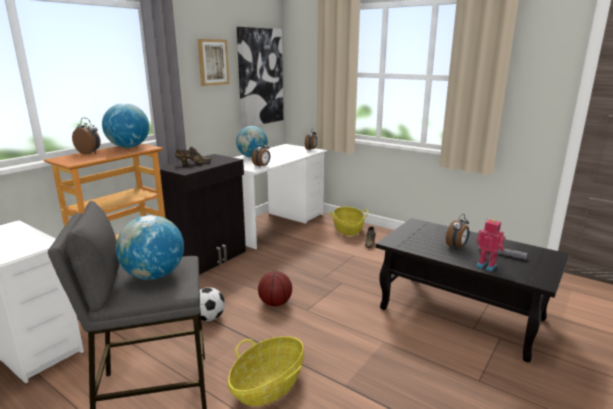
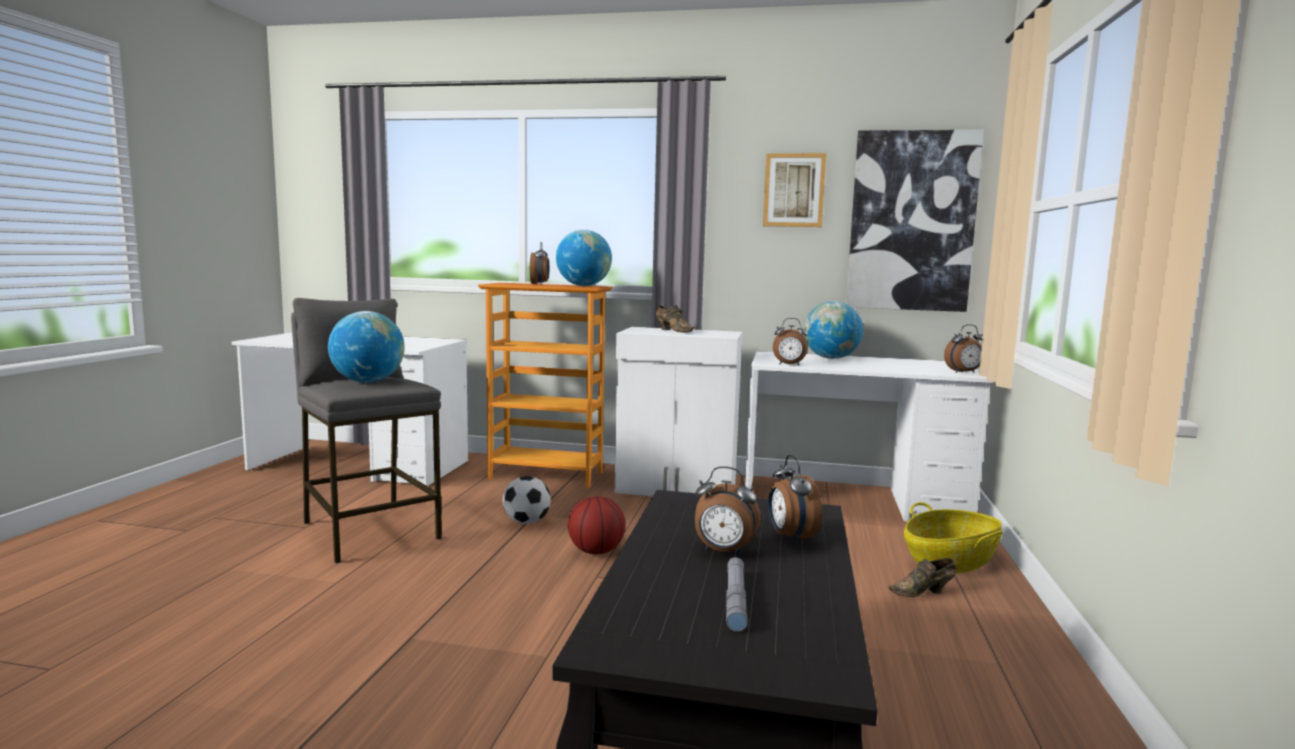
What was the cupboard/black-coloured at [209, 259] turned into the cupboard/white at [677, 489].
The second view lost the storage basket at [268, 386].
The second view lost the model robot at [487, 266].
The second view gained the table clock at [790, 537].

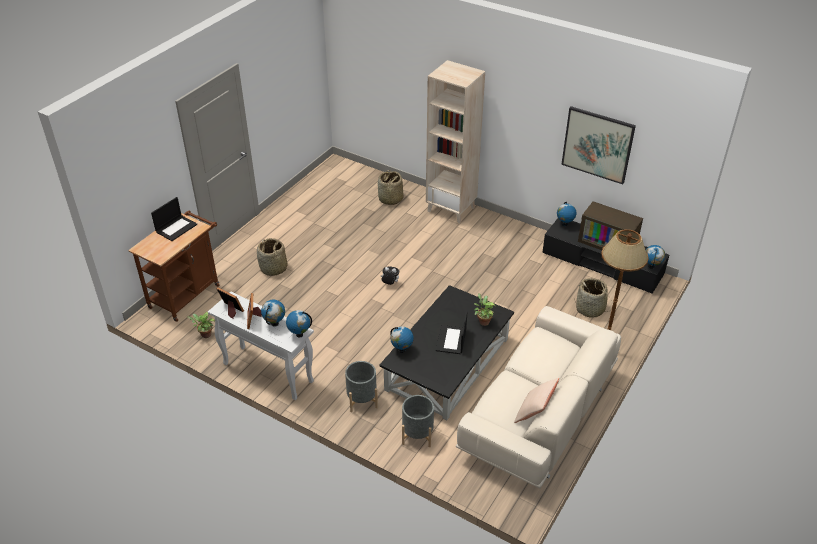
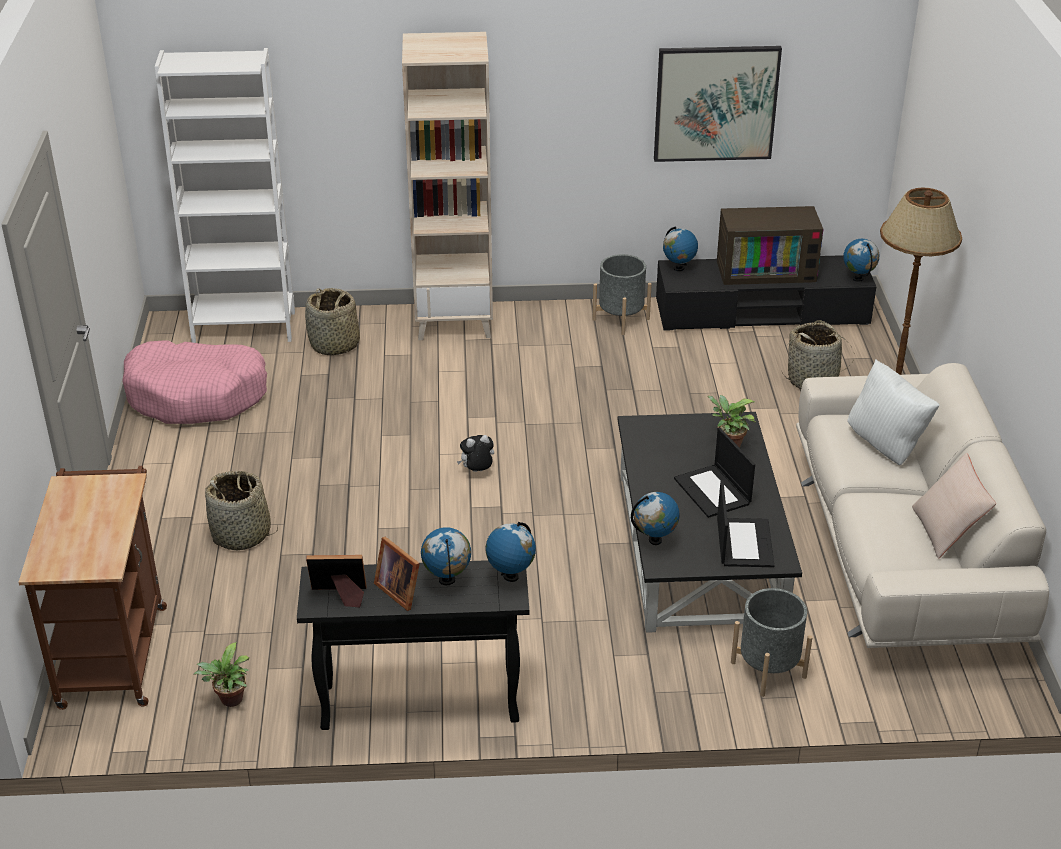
The notebook computer ended up elsewhere, having gone from [176, 228] to [743, 542].
What was the hall table/white at [267, 372] turned into the hall table/black-coloured at [418, 704].
The plant pot/gray ended up elsewhere, having gone from [362, 399] to [621, 319].
The second view gained the dog cushion/pinkish at [197, 395].
The second view gained the shelving unit/white at [244, 327].
The second view gained the throw pillow/white at [886, 446].

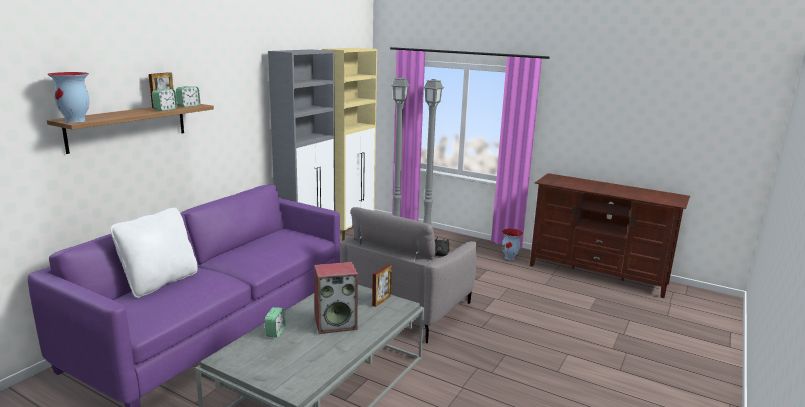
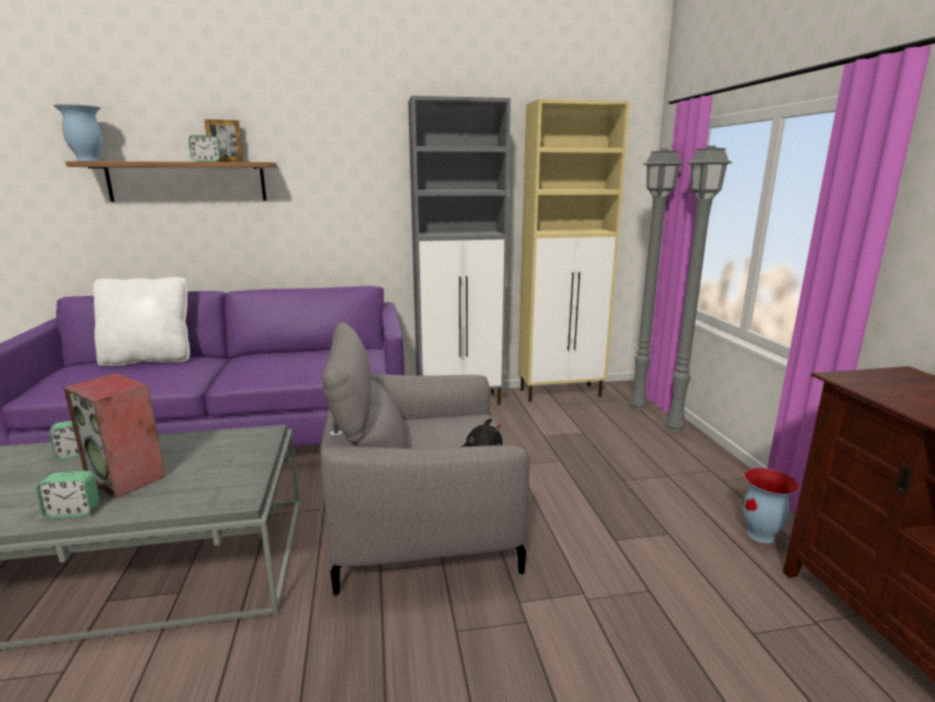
The table clock ended up elsewhere, having gone from [189, 106] to [73, 512].
The second view lost the picture frame at [381, 301].

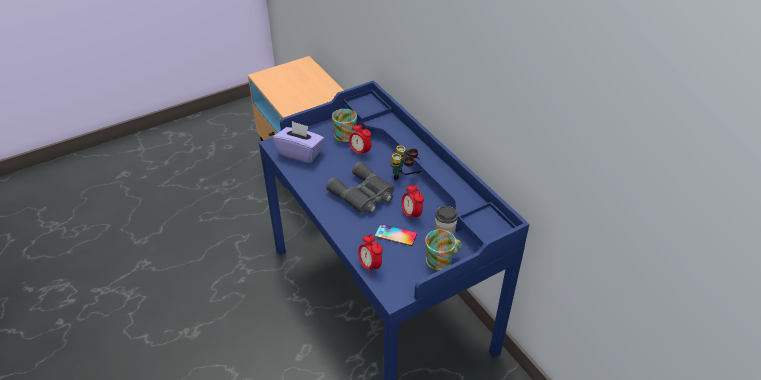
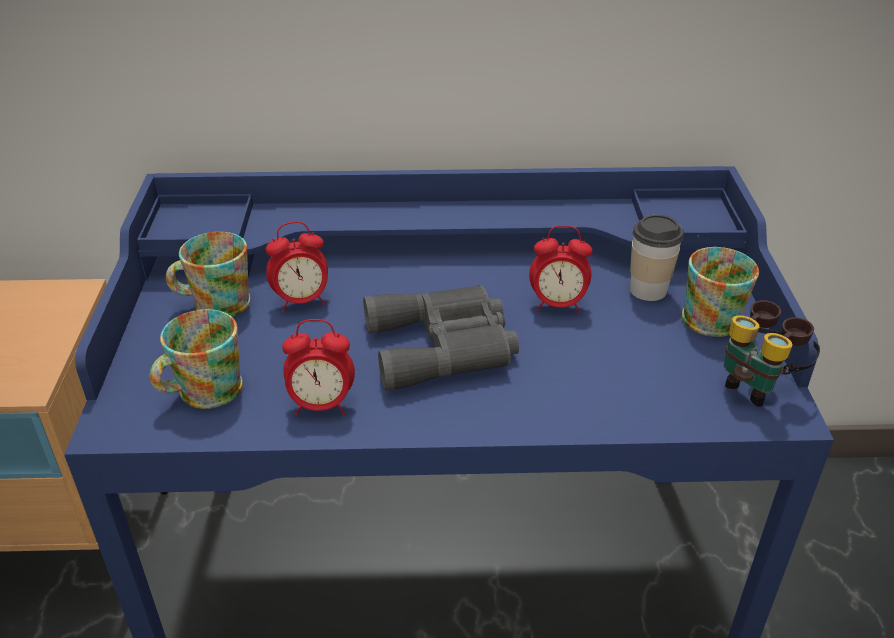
Where the tissue holder/purple stood at [300, 153], the coffee mug came to stand at [202, 392].
The table clock ended up elsewhere, having gone from [370, 266] to [321, 405].
The second view lost the handset at [395, 235].
The binoculars ended up elsewhere, having gone from [406, 177] to [757, 384].

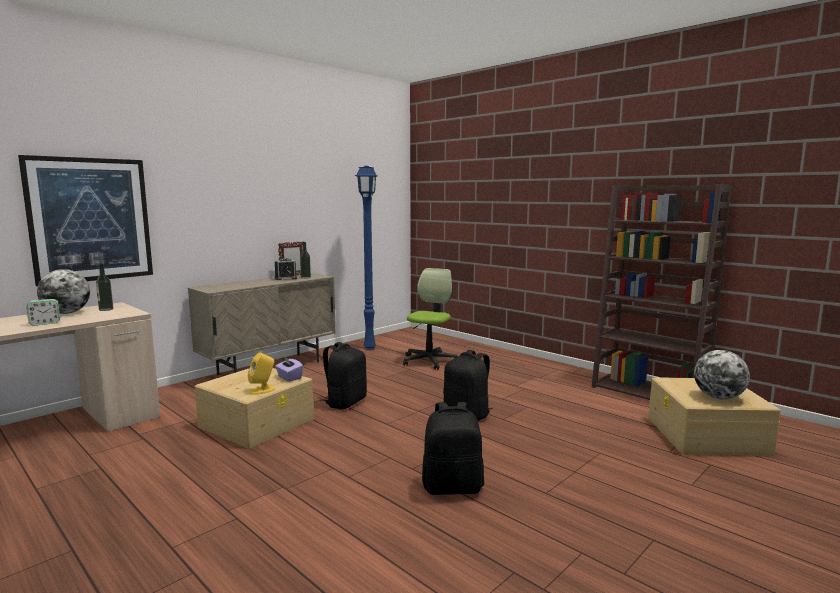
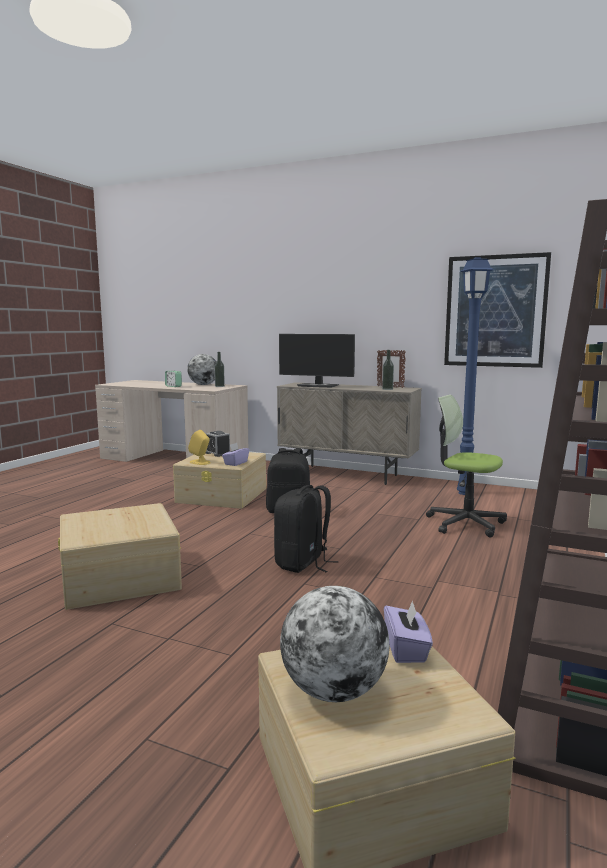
The wall art ended up elsewhere, having gone from [90, 220] to [495, 311].
The table clock ended up elsewhere, having gone from [285, 278] to [217, 453].
The computer chair at [429, 361] ended up facing another way, 150 degrees counterclockwise from before.
Where the knapsack/black-coloured stood at [453, 487], the storage bin/sand-coloured came to stand at [120, 577].
The second view gained the monitor at [318, 386].
The second view gained the tissue holder/purple at [406, 649].

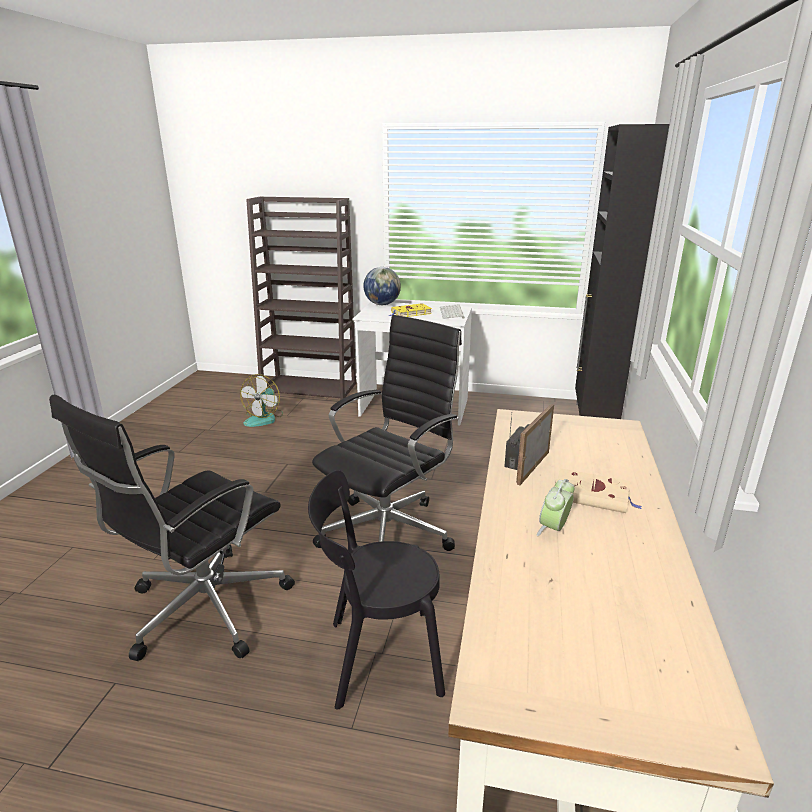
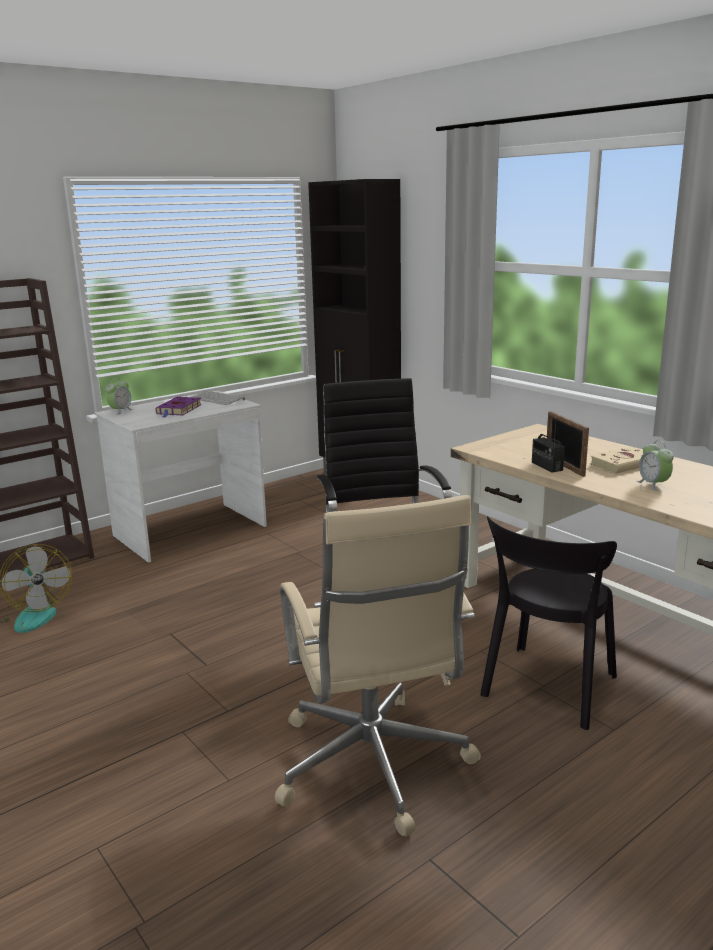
What was the computer chair/black-coloured at [203, 609] turned into the computer chair/sand-coloured at [373, 766].
Where the desk globe stood at [382, 304], the table clock came to stand at [120, 411].
What was the bound book/yellowish at [410, 313] turned into the bound book/purple at [179, 410].

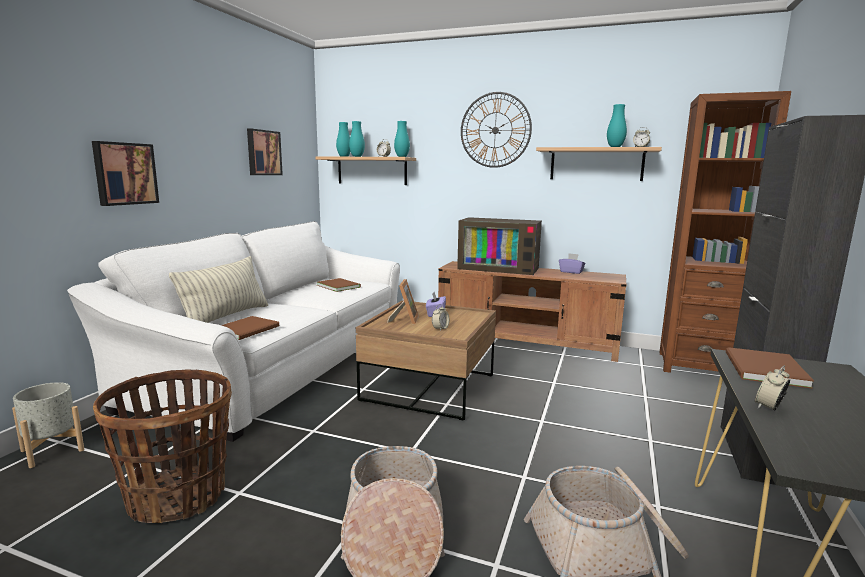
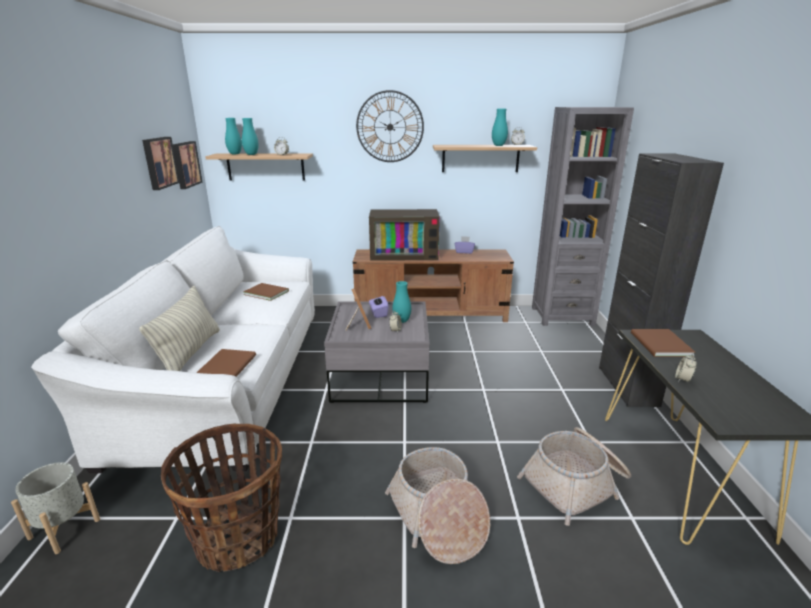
The wall art ended up elsewhere, having gone from [124, 173] to [185, 164].
What was the low table/brown at [429, 387] turned into the low table/gray at [380, 376].
The flower vase/turquoise-coloured ended up elsewhere, having gone from [402, 157] to [401, 321].
What was the shelving unit/brown at [697, 366] turned into the shelving unit/gray at [562, 316].

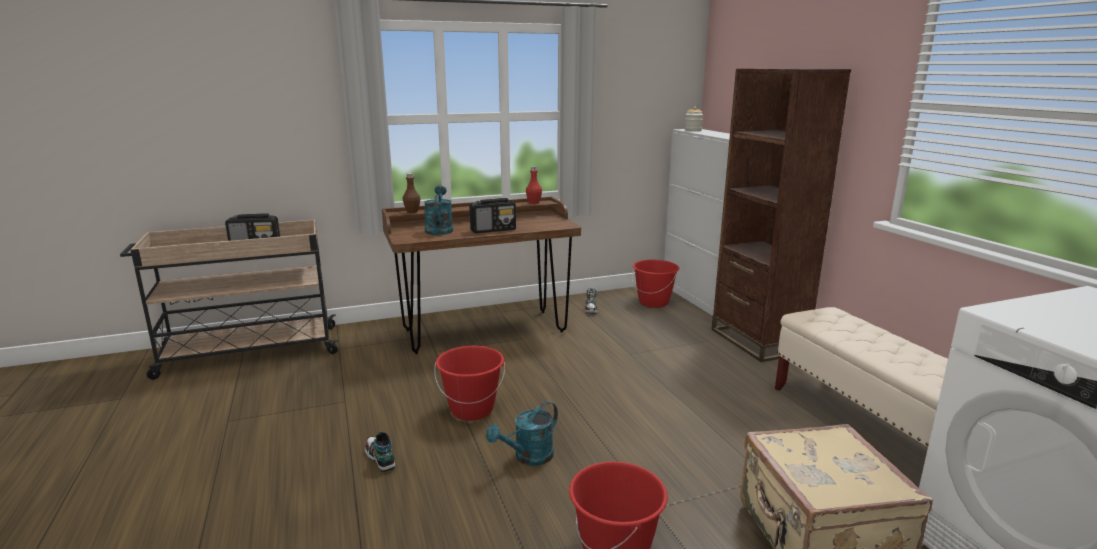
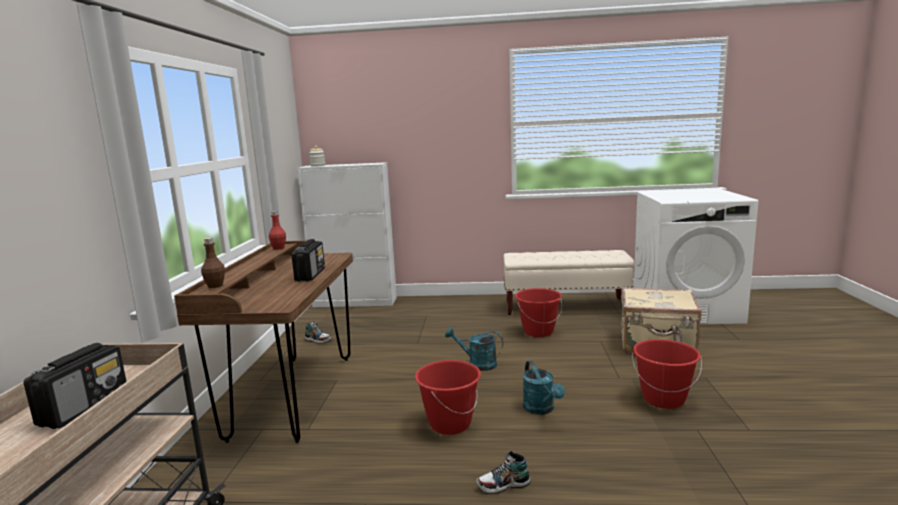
The watering pot/turquoise-coloured ended up elsewhere, having gone from [439, 229] to [477, 364].
The bucket/red-coloured ended up elsewhere, having gone from [653, 302] to [538, 331].
The second view lost the shelving unit/brown at [758, 341].

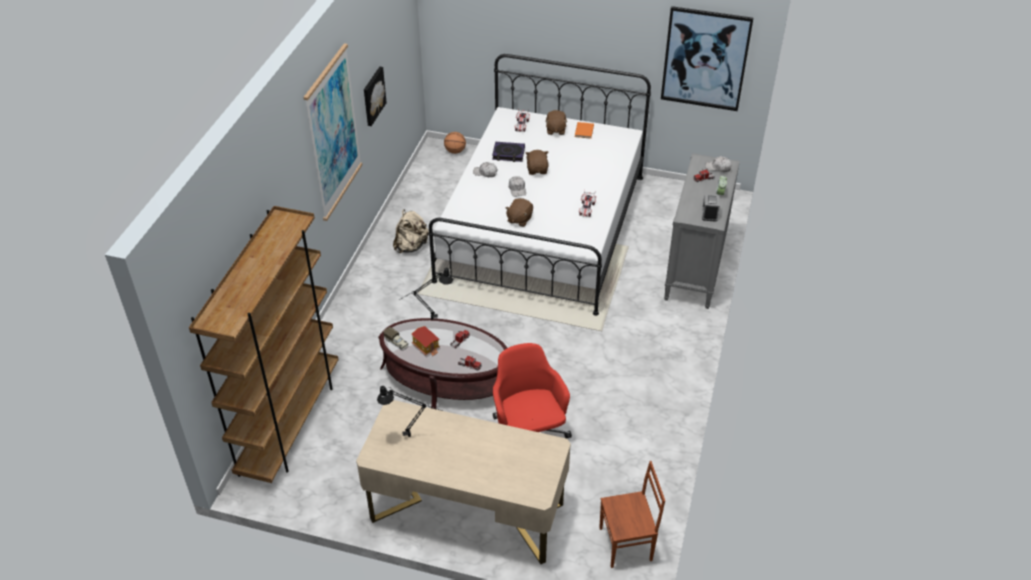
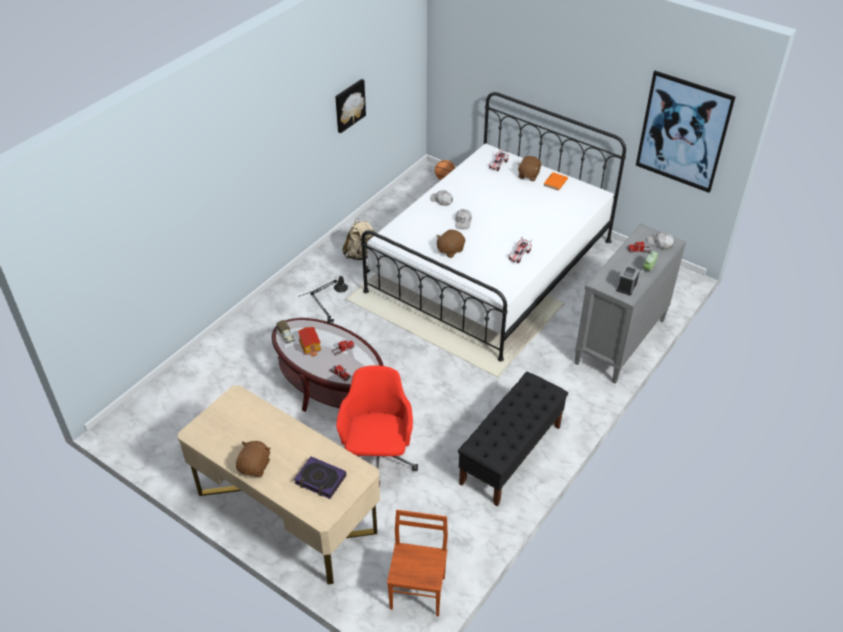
The second view lost the shelving unit/brown at [290, 424].
The second view lost the wall art at [333, 133].
The second view lost the tabletop lamp/black-coloured at [413, 436].
The bound book ended up elsewhere, having gone from [508, 154] to [320, 480].
The soft toy/brown ended up elsewhere, having gone from [537, 170] to [255, 466].
The upright chair/brown at [626, 544] ended up facing another way, 90 degrees counterclockwise from before.
The second view gained the long seat/black-coloured at [510, 455].

